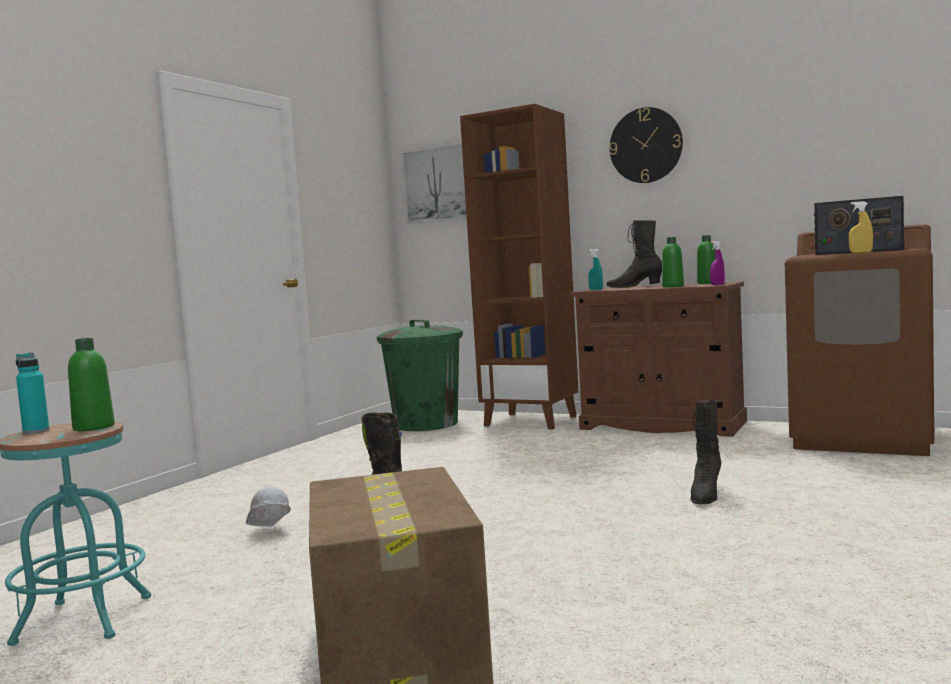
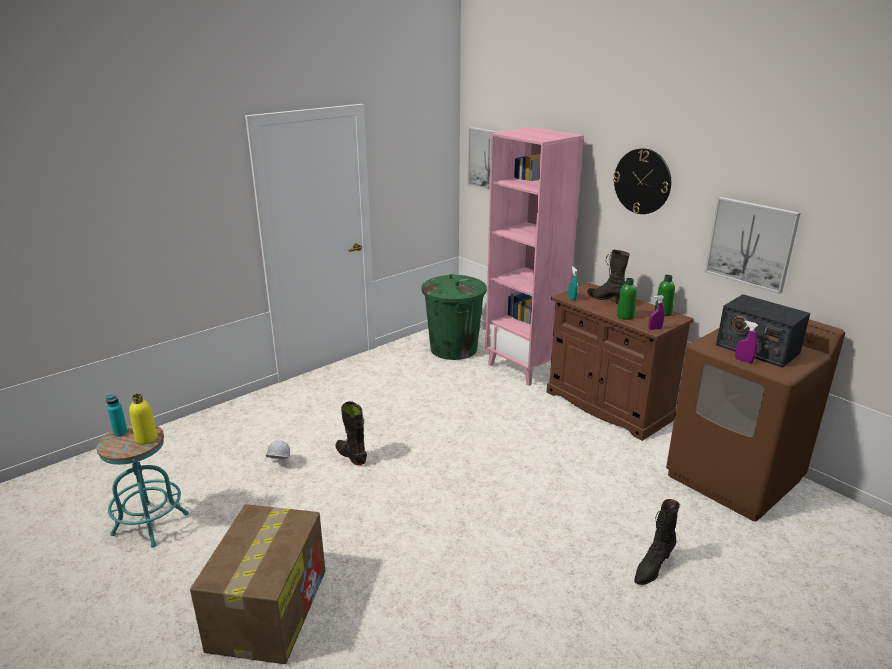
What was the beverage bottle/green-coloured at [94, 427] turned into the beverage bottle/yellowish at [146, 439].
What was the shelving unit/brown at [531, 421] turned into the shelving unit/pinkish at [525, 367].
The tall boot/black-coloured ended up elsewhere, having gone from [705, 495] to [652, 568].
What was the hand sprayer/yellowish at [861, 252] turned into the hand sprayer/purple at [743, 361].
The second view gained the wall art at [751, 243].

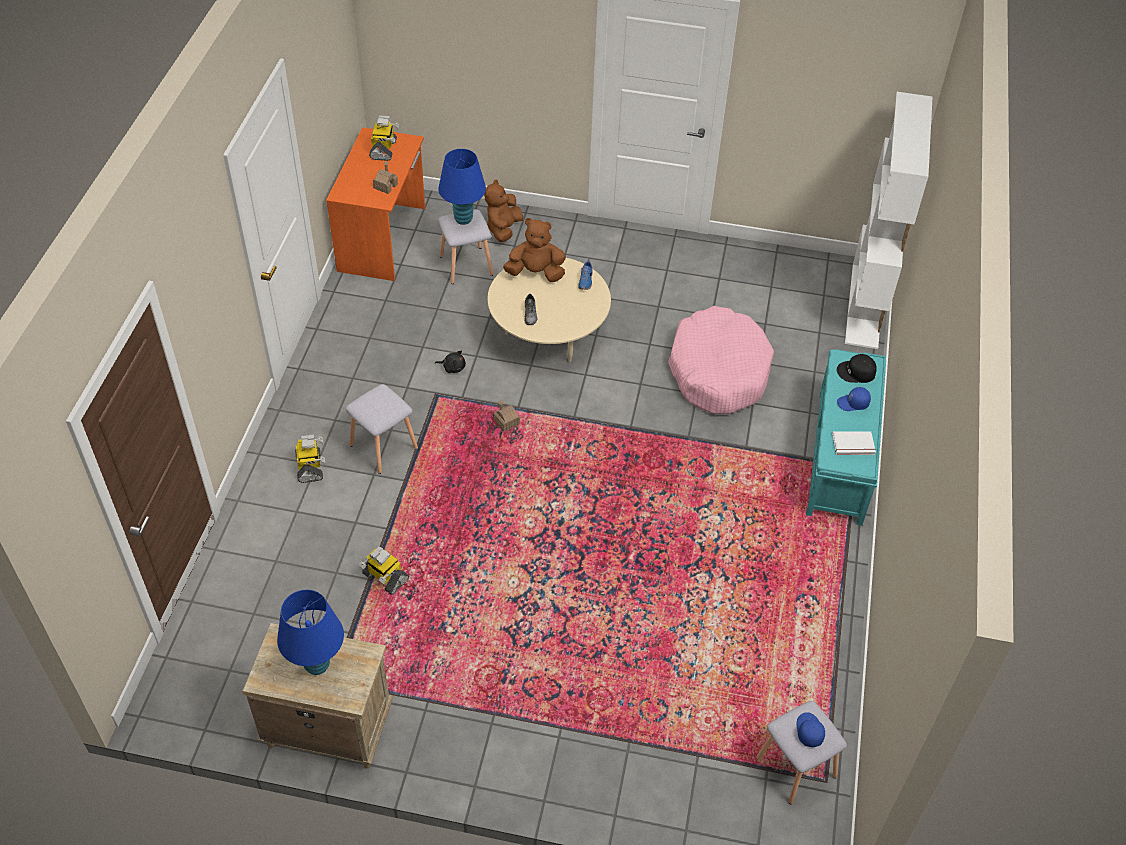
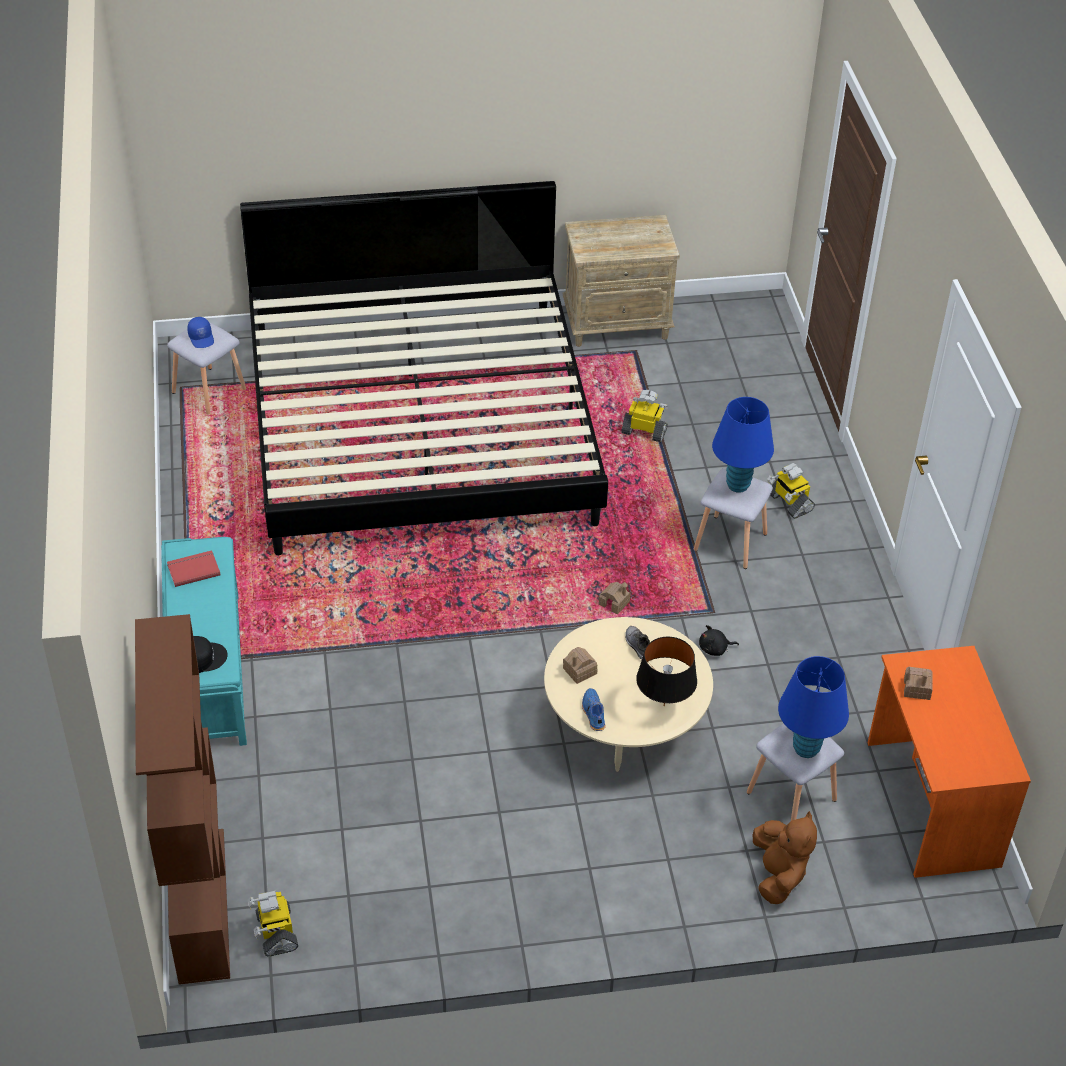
The tabletop lamp/bluish ended up elsewhere, having gone from [317, 665] to [738, 485].
The model robot ended up elsewhere, having gone from [384, 150] to [275, 932].
Where the soft toy/brown stood at [536, 273], the tabletop lamp/black-coloured came to stand at [663, 705].
The second view lost the dog cushion/pinkish at [718, 371].
What was the bound book/white at [853, 445] turned into the bound book/red-coloured at [193, 569].
The second view lost the baseball cap/bluish at [853, 403].
What was the shelving unit/white at [865, 306] turned into the shelving unit/brown at [200, 904].
The second view gained the bedroom bed at [420, 424].
The second view gained the miniature house at [579, 671].

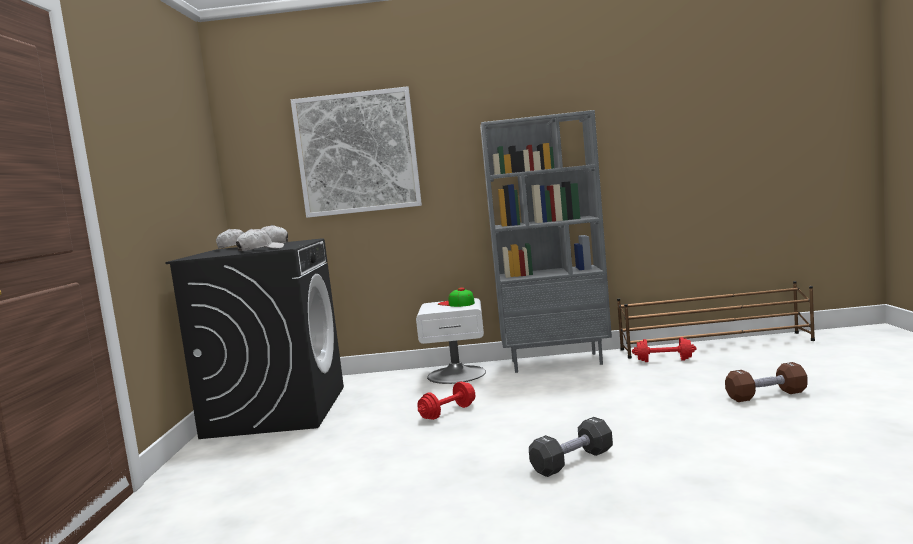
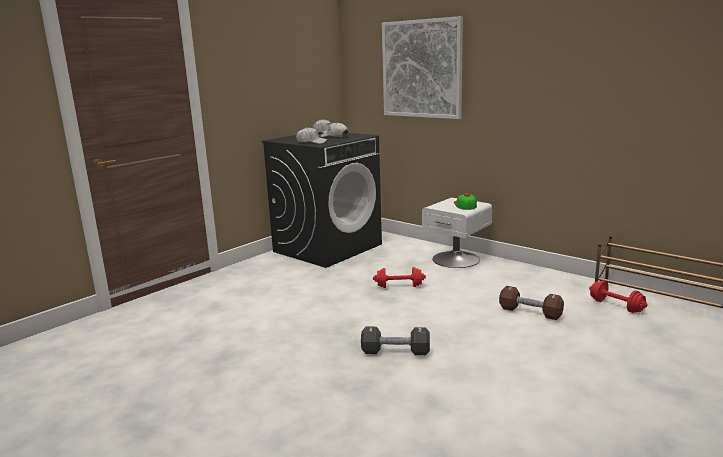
The second view lost the shelving unit/gray at [557, 362].
The hand weight/brown ended up elsewhere, having gone from [766, 395] to [530, 312].

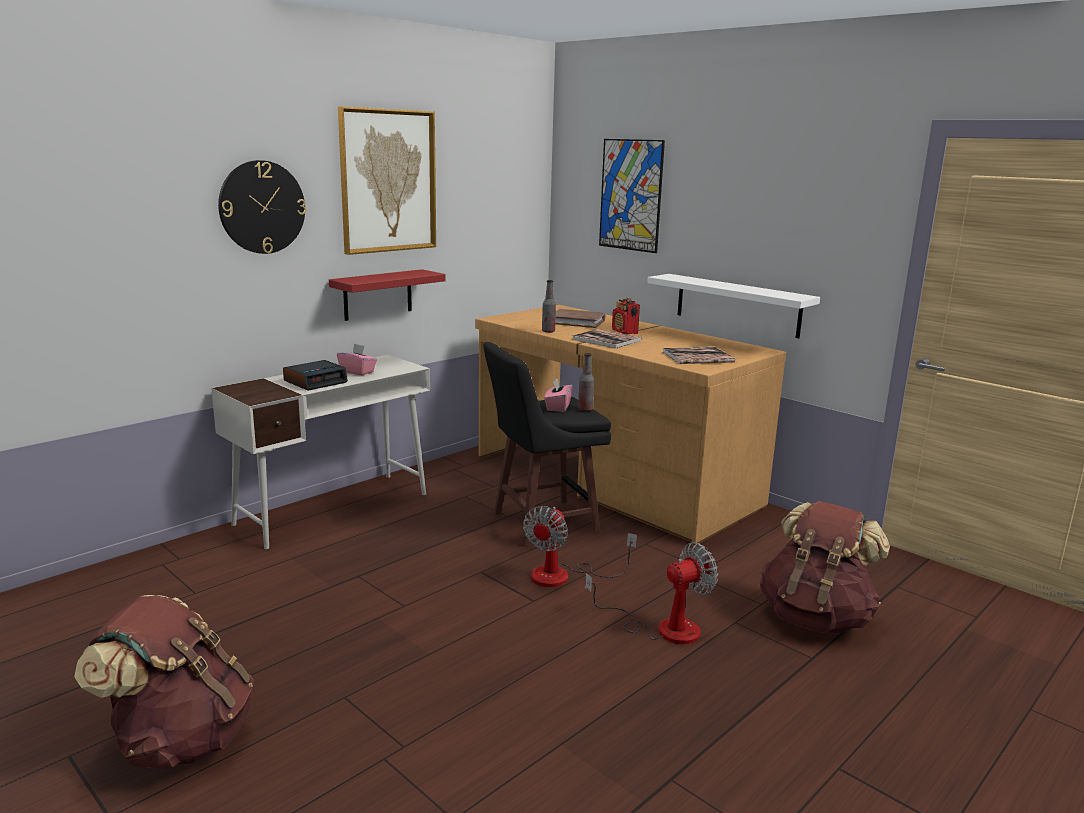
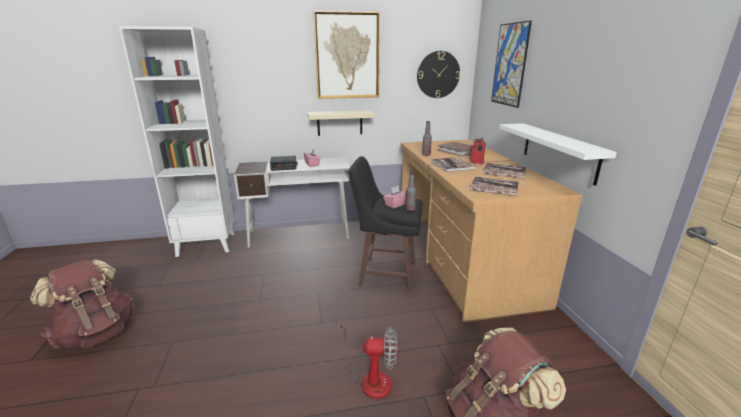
The wall clock ended up elsewhere, having gone from [262, 207] to [438, 74].
What was the shelf/red-coloured at [378, 294] turned into the shelf/sand-coloured at [339, 123].
The second view lost the cooling fan at [563, 576].
The second view gained the shelving unit/white at [207, 244].
The second view gained the bound book at [504, 171].

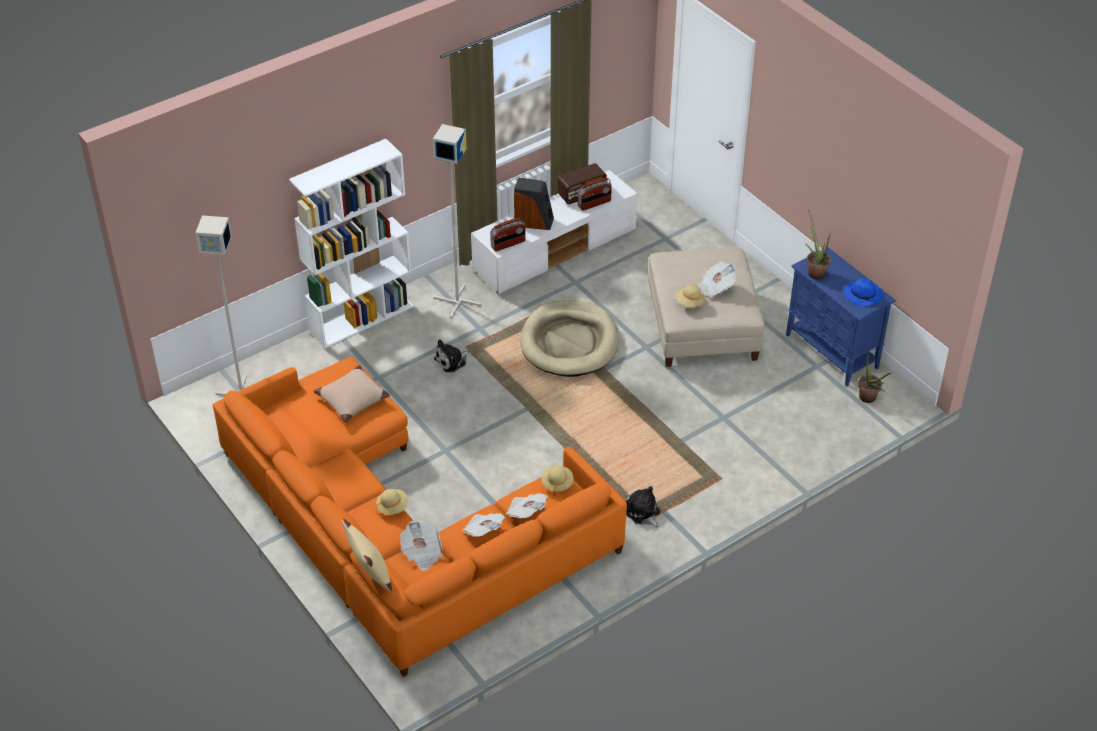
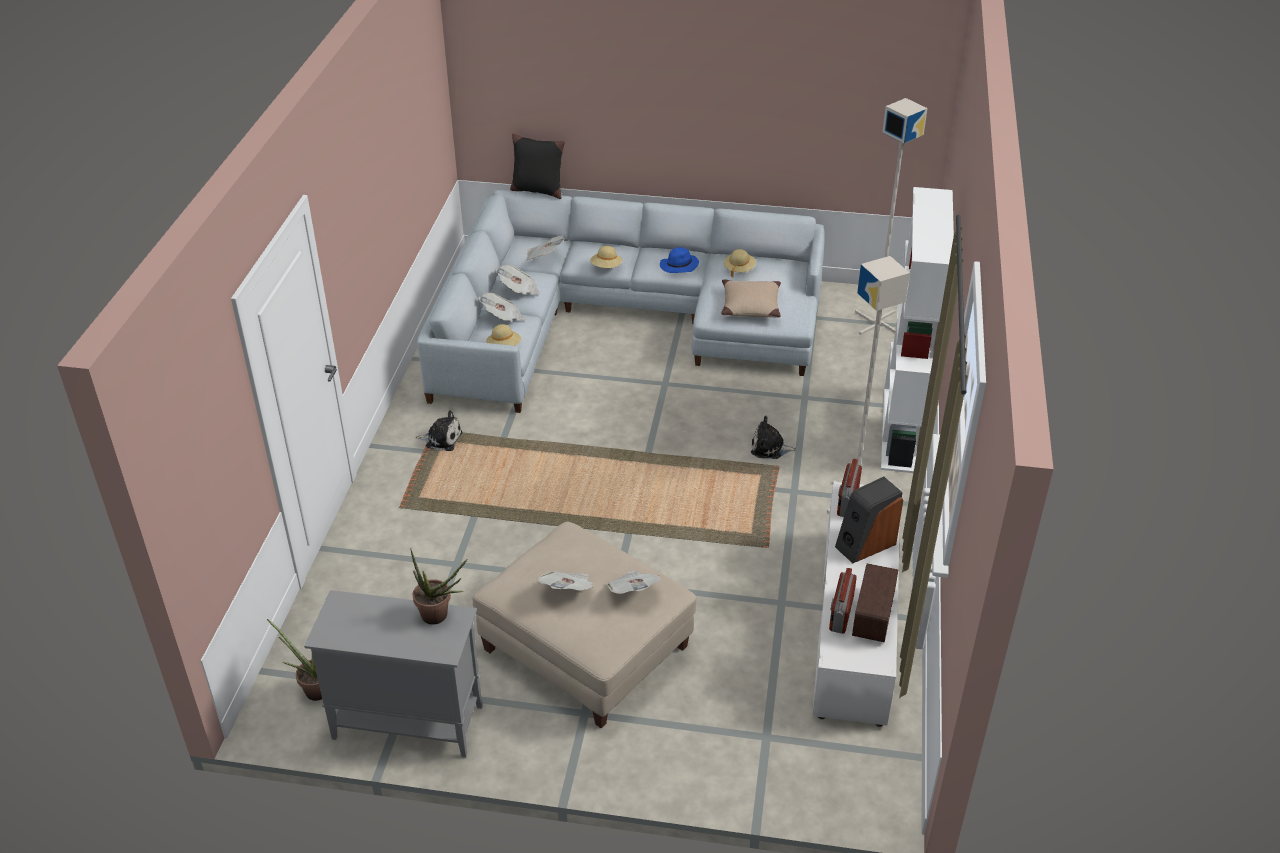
What was the sofa/orange at [398, 528] turned into the sofa/gray at [619, 319].
What was the throw pillow/sand-coloured at [370, 574] turned into the throw pillow/black-coloured at [537, 190].
The soft toy at [452, 361] ended up facing another way, 90 degrees counterclockwise from before.
The second view lost the dog cushion/sand-coloured at [569, 342].
The hat/sand-coloured ended up elsewhere, having gone from [690, 303] to [739, 269].
What was the cupboard/bluish at [832, 352] turned into the cupboard/gray at [406, 722].
The hat/bluish ended up elsewhere, having gone from [863, 295] to [678, 266].
The second view gained the newspaper at [633, 591].

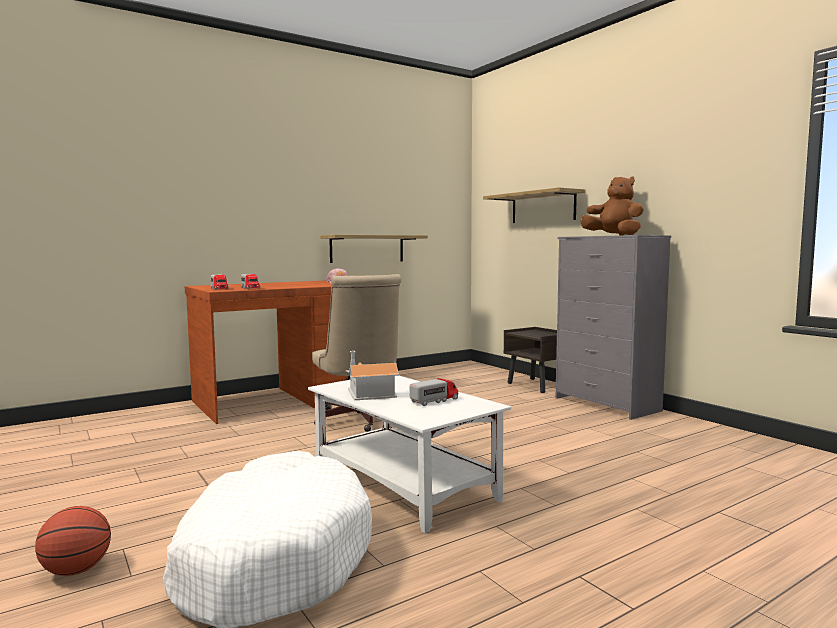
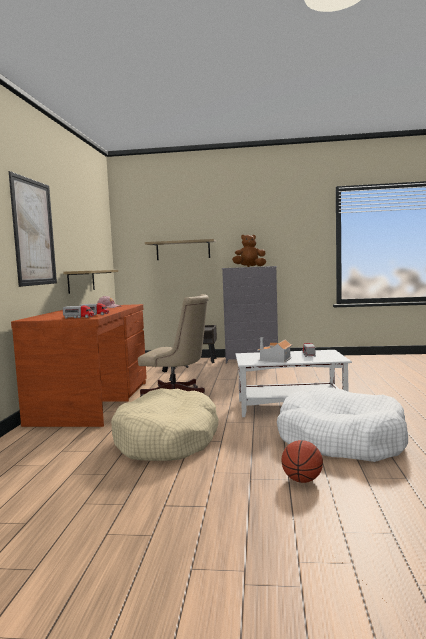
The second view gained the wall art at [34, 232].
The second view gained the dog cushion/sand-coloured at [167, 440].

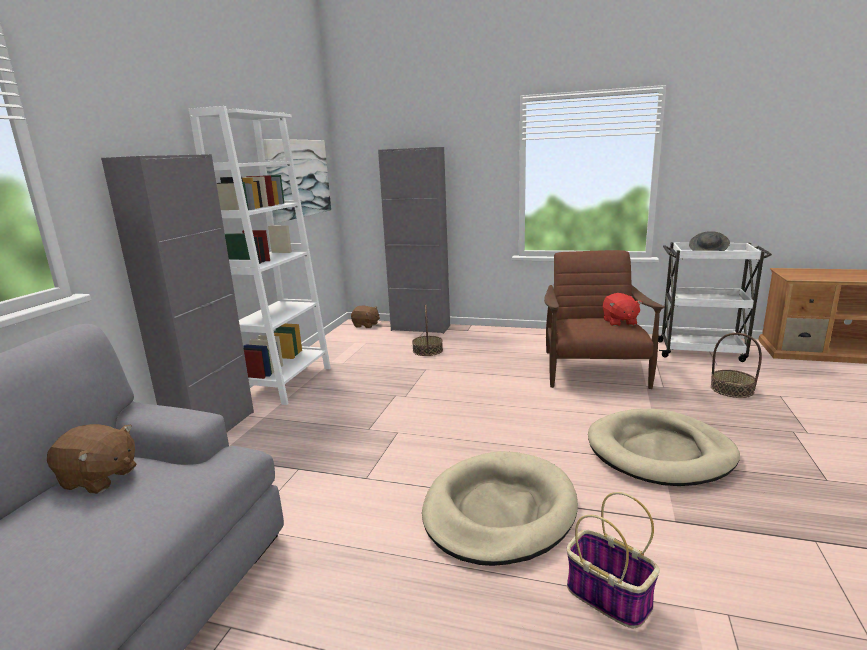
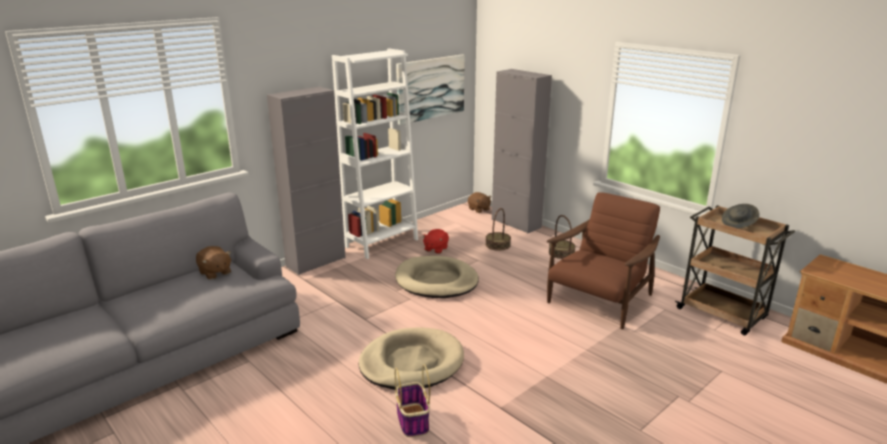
The dog cushion/sand-coloured ended up elsewhere, having gone from [660, 452] to [436, 281].
The soft toy/red-coloured ended up elsewhere, having gone from [619, 322] to [435, 249].
What was the wheeled cart/white at [701, 351] turned into the wheeled cart/brown at [723, 314].
The storage basket ended up elsewhere, having gone from [731, 389] to [561, 253].

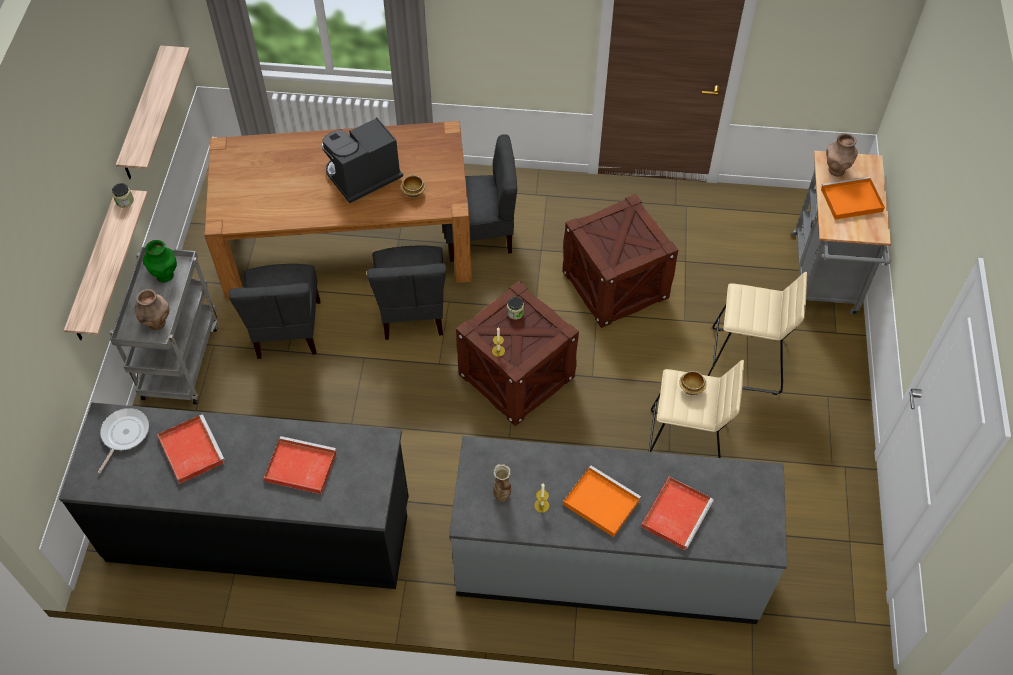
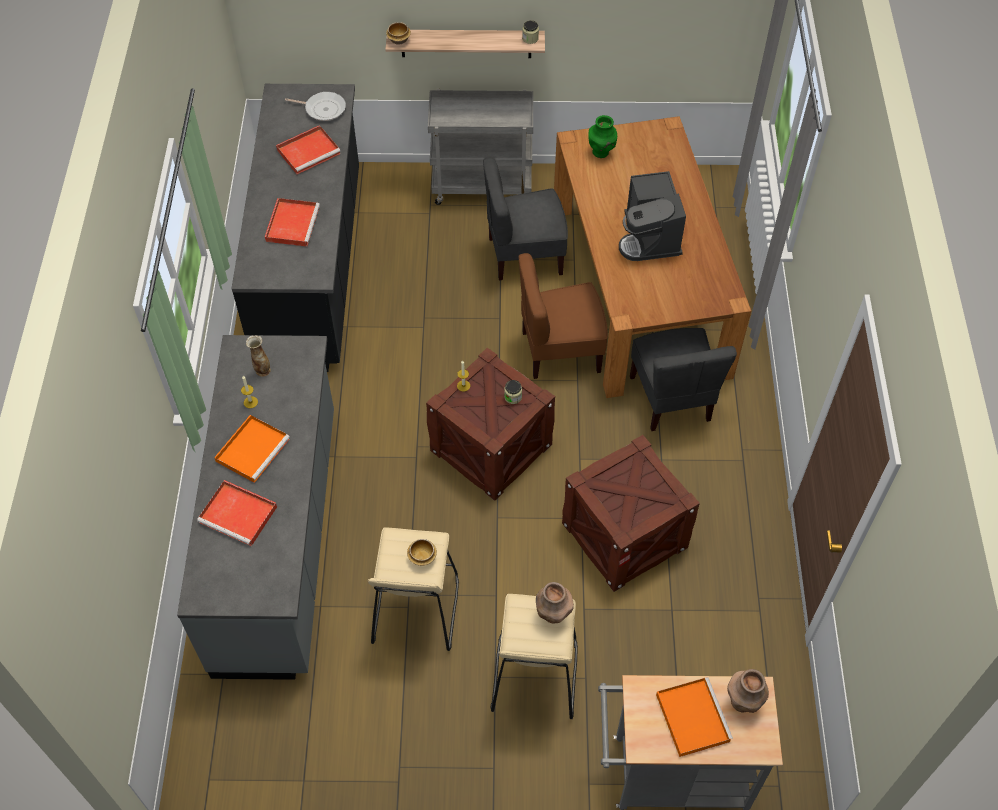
The second view lost the shelf at [143, 115].
The flower vase/brown ended up elsewhere, having gone from [157, 323] to [553, 615].
The flower vase/green-coloured ended up elsewhere, having gone from [165, 275] to [601, 152].
The coffee maker at [362, 178] ended up facing another way, 150 degrees counterclockwise from before.
What was the upright chair/gray at [412, 311] turned into the upright chair/brown at [560, 351].
The deep dish ended up elsewhere, having gone from [413, 191] to [399, 40].

